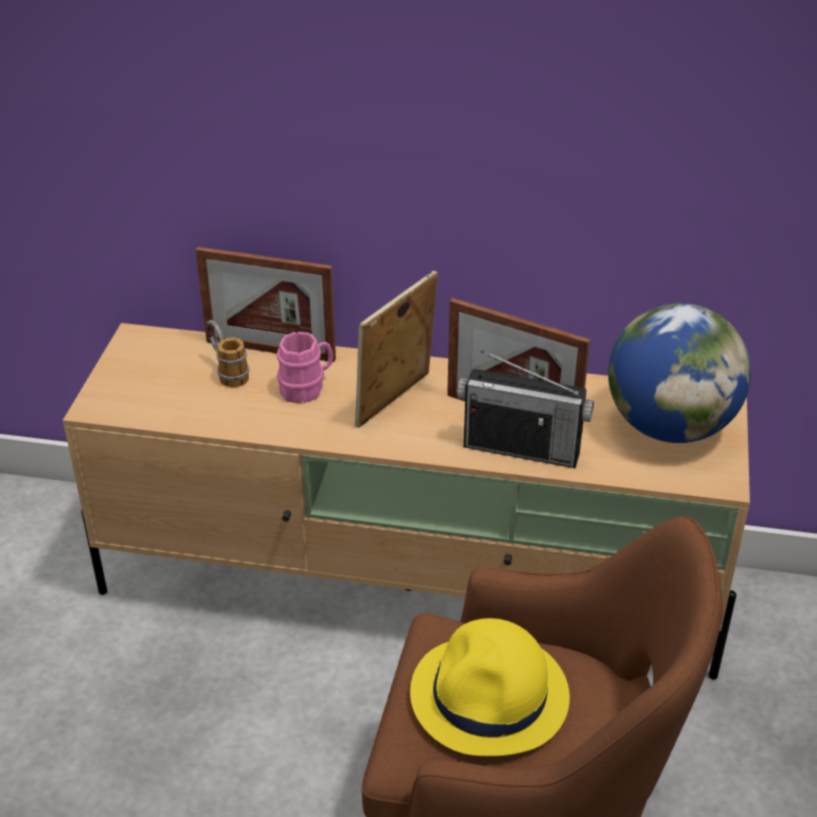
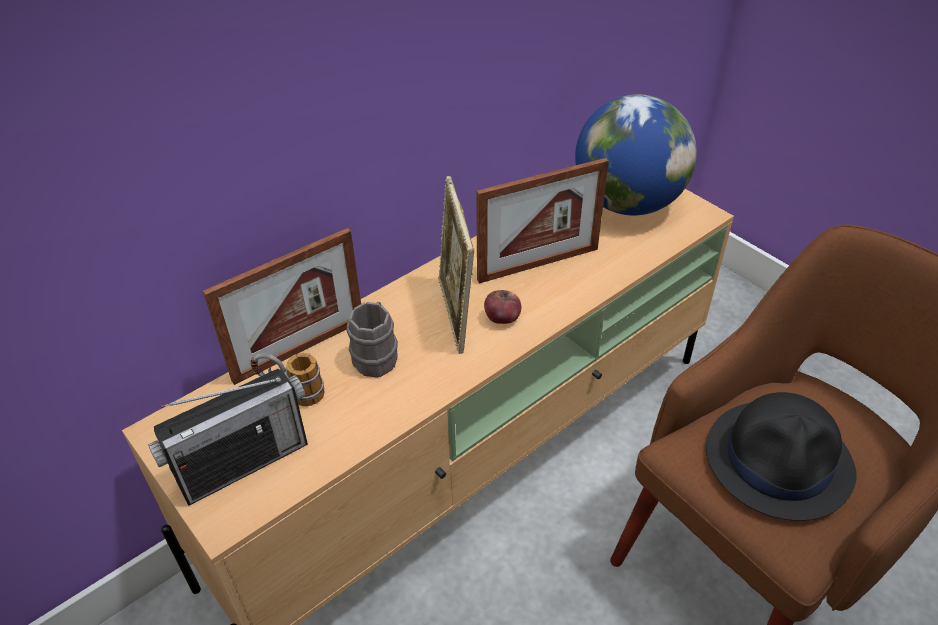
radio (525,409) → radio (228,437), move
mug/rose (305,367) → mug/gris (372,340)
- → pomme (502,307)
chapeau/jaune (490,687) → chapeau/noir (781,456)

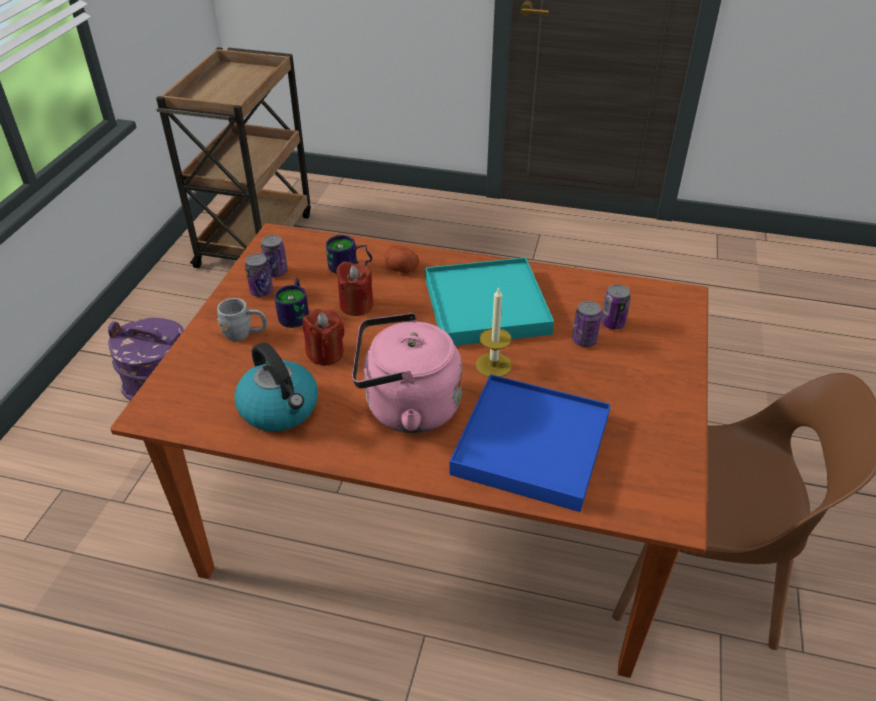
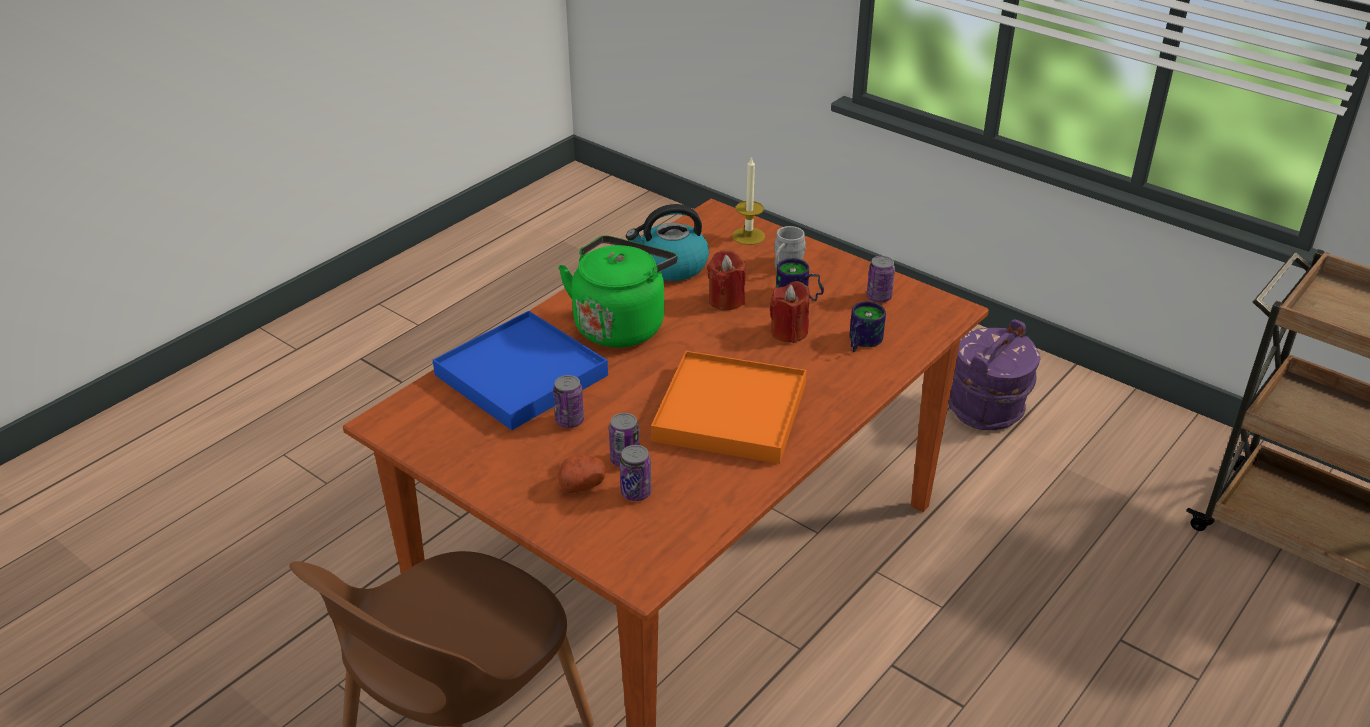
boîte métallique (259,275) → boîte métallique (568,401), move
bouilloire/rose (407,373) → bouilloire/vert (618,292)
pomme de terre (401,259) → pomme de terre (582,473), move
plateau/turquoise (489,301) → plateau/orange (729,407)
bougie (494,332) → bougie (748,200), move

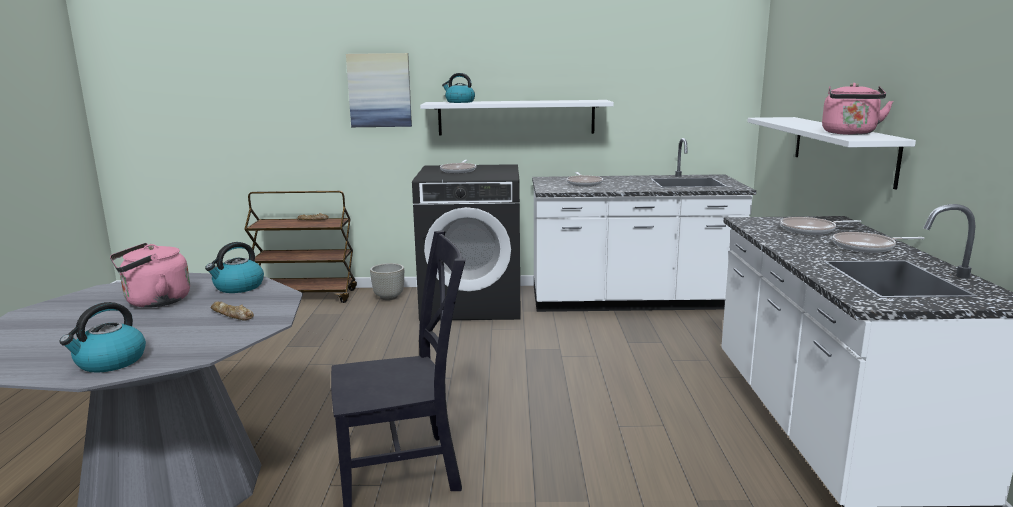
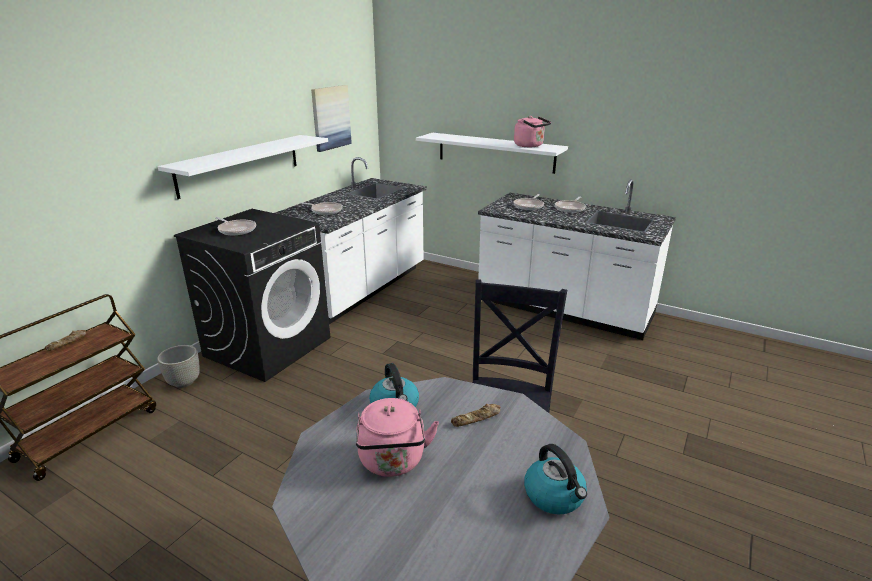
tableau (379,90) → tableau (331,118), move
bouilloire (458,88) → -

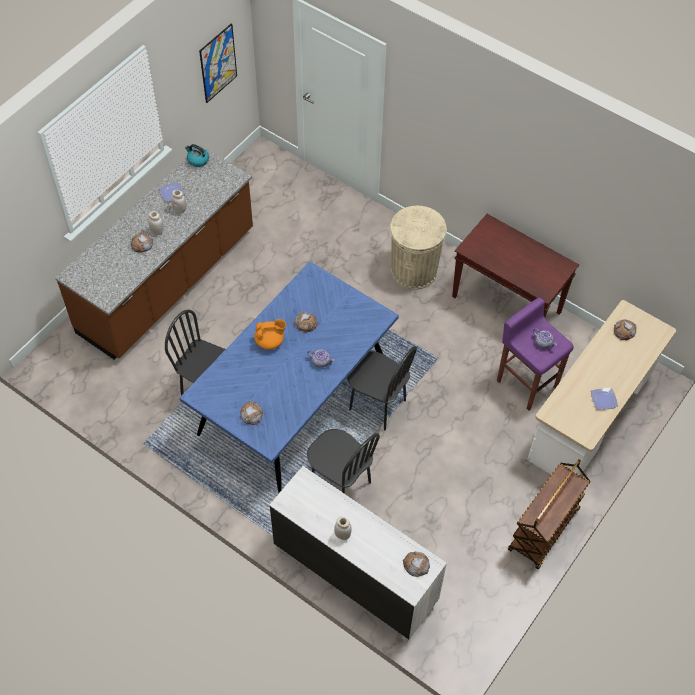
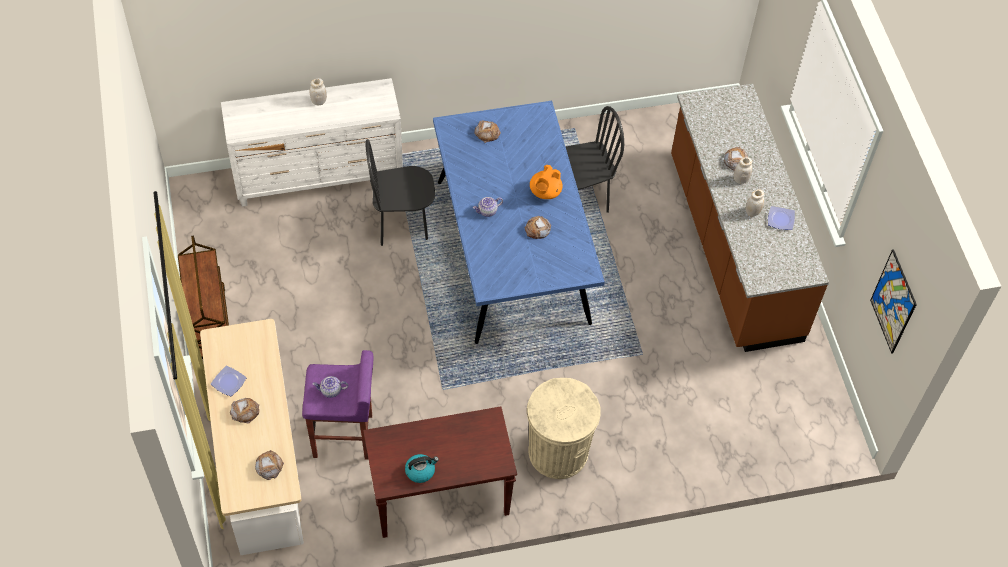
pain (416,564) → pain (244,411), move
bouilloire (197,155) → bouilloire (422,468), move
chaise/noir (382,388) → -

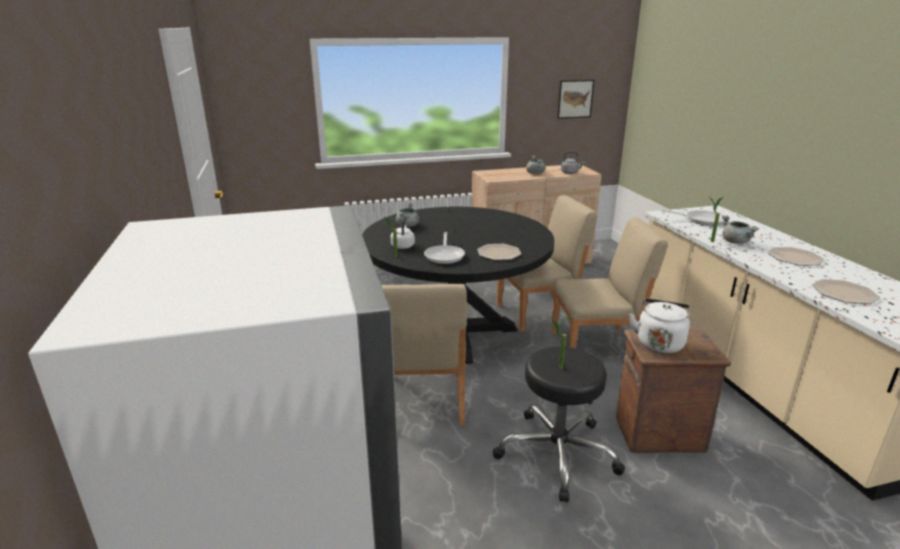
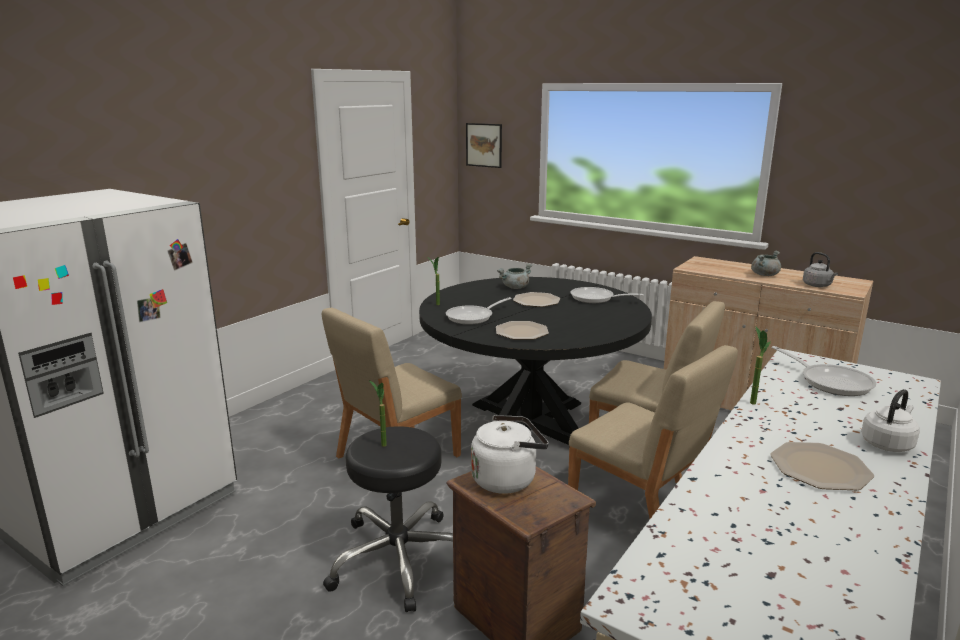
tableau (575,99) → tableau (484,145), move
assiette (846,291) → assiette (536,299), move
- → poêle (607,295)
bouilloire/blanc (403,233) → bouilloire/blanc (890,420), move
marmite/gris (740,229) → -

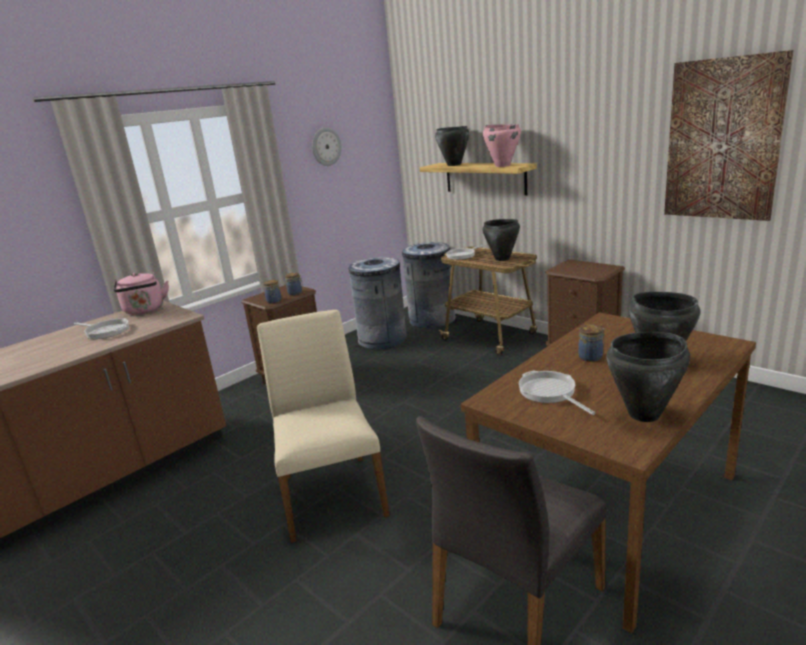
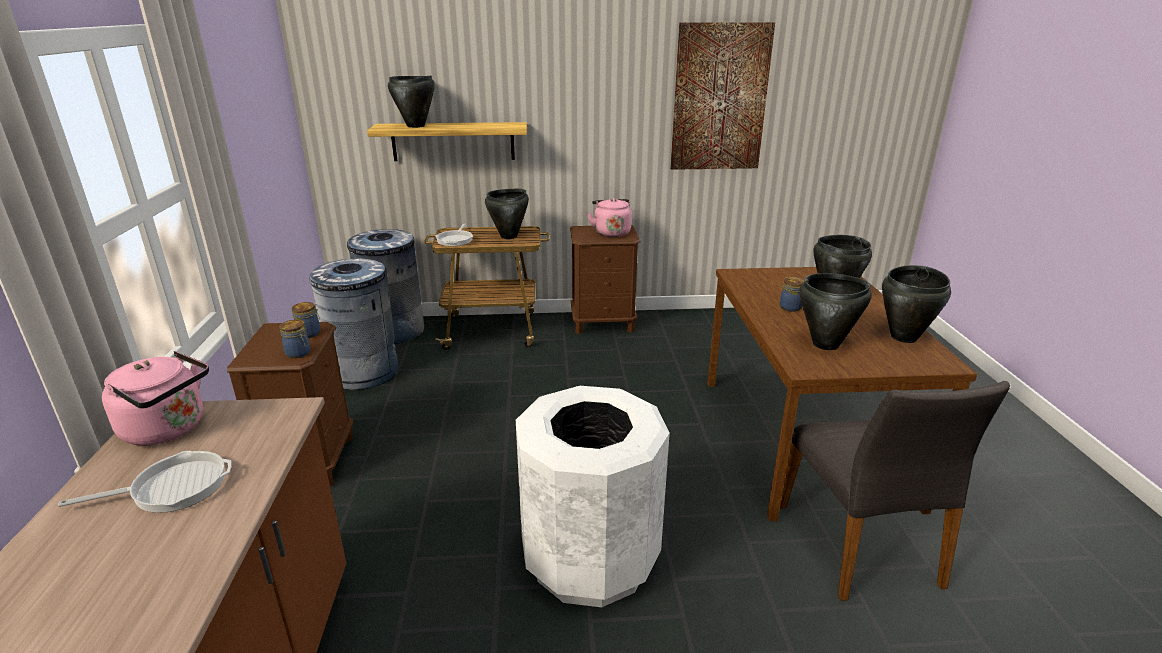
chaise/beige (323,426) → poubelle/blanc (593,496)
- → bouilloire/rose (609,217)
poêle (557,393) → marmite/noir (836,311)
horloge murale (327,146) → -
marmite/rose (502,145) → -

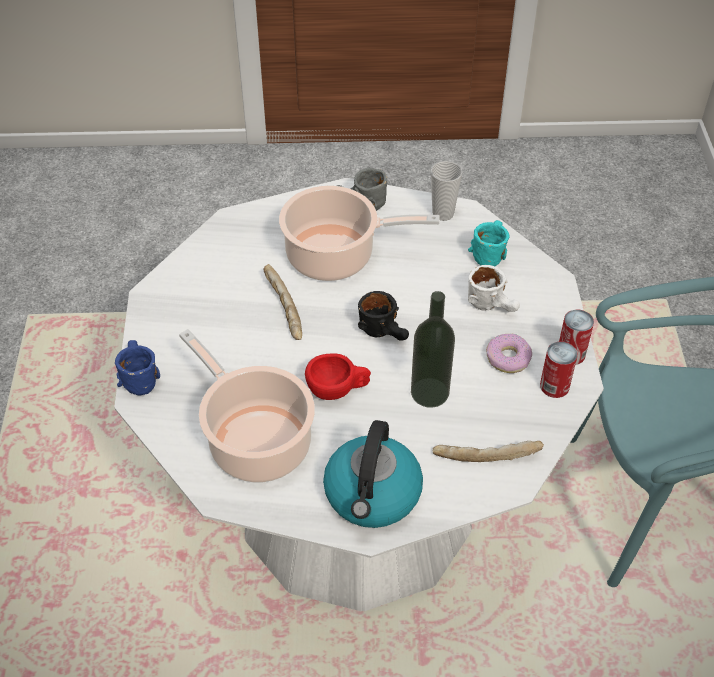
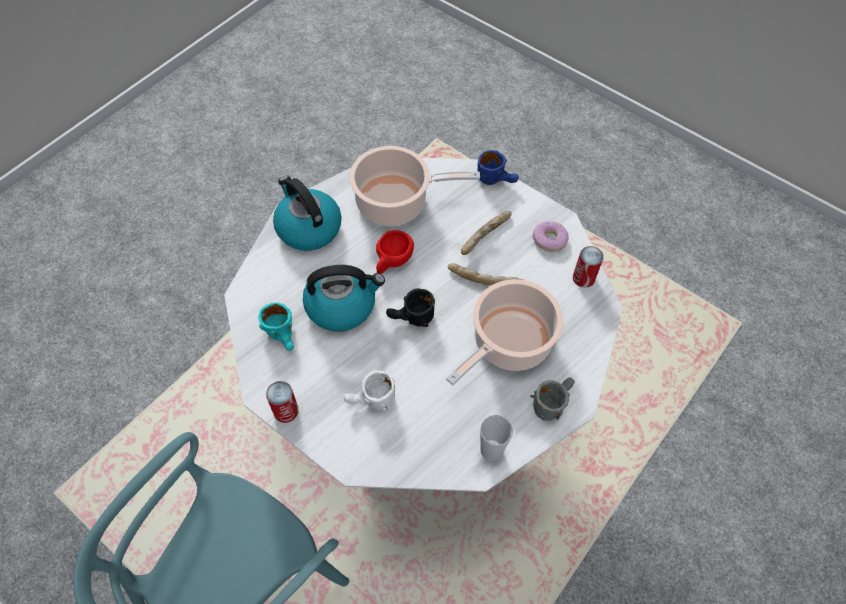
mug/turquoise (489,243) → mug/turquoise (276,326), move
bouteille (433,349) → bouilloire (344,298)
pain (488,451) → pain (486,233), move
beignet (509,353) → beignet (551,236), move
boîte métallique (559,369) → boîte métallique (588,267), move

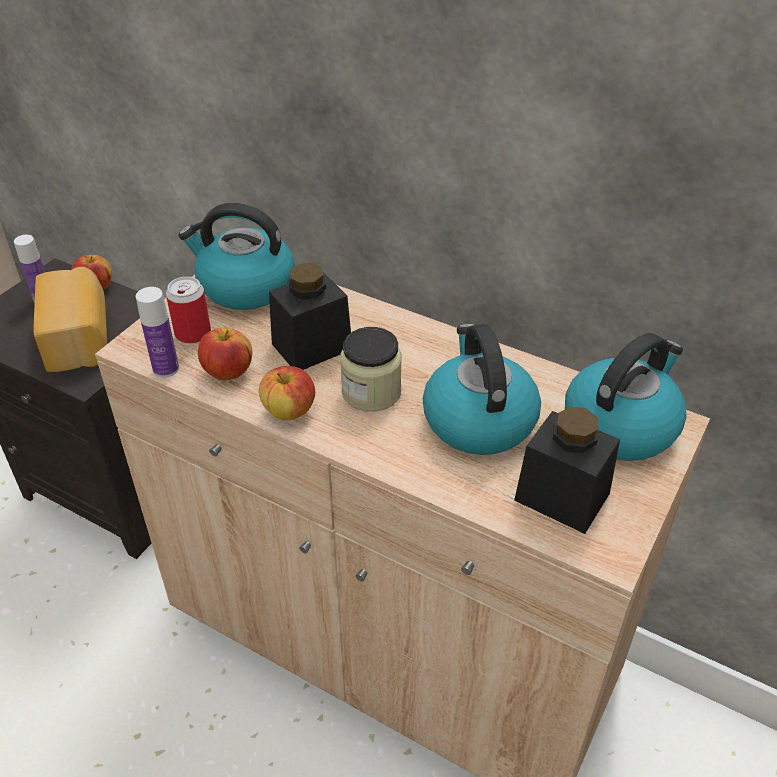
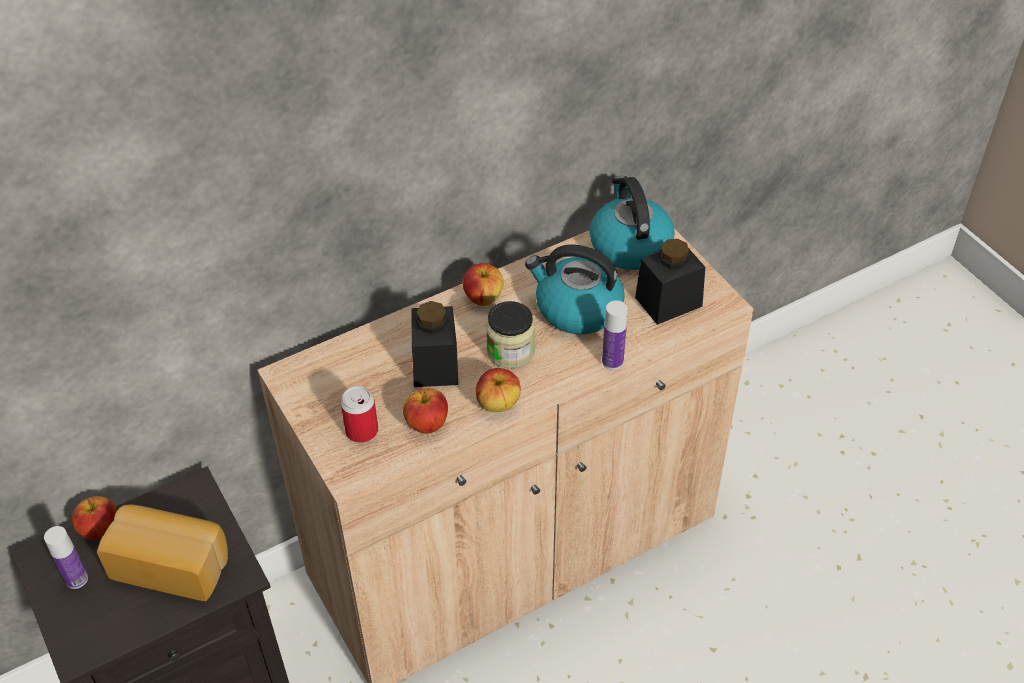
- → pomme (483,284)
bouteille (157,332) → bouteille (614,335), move
bouilloire (236,256) → -

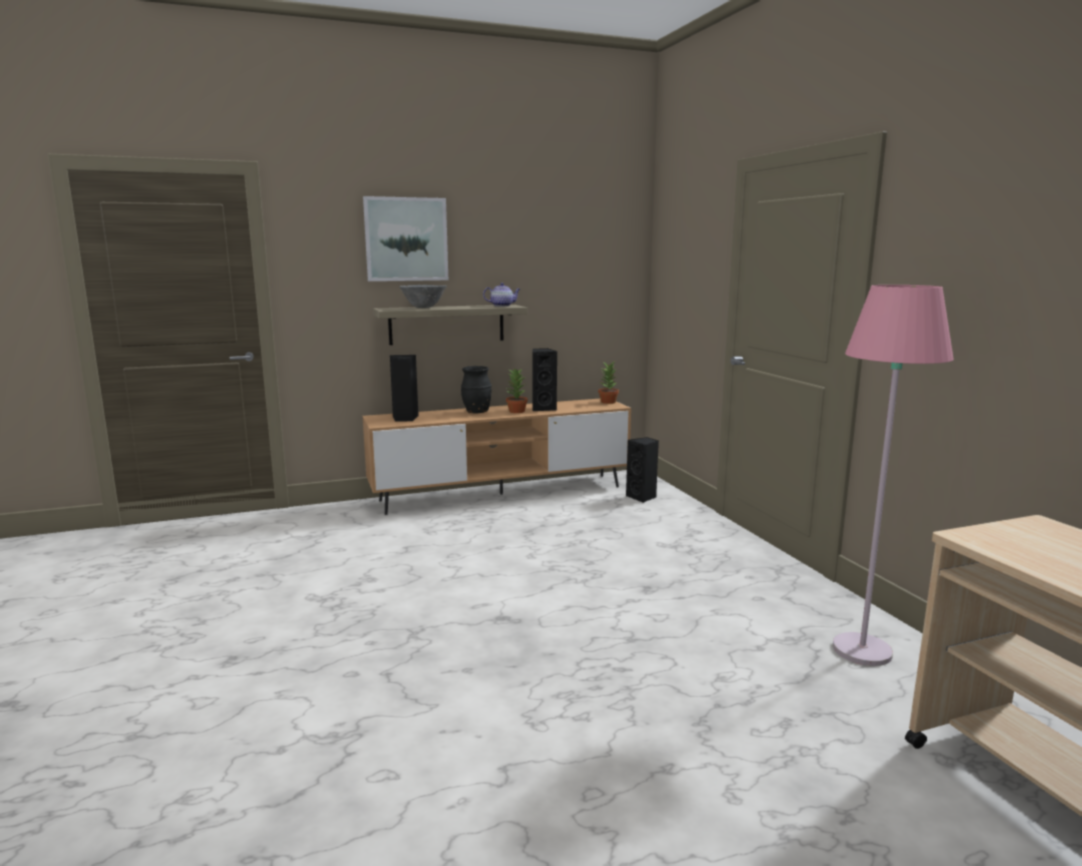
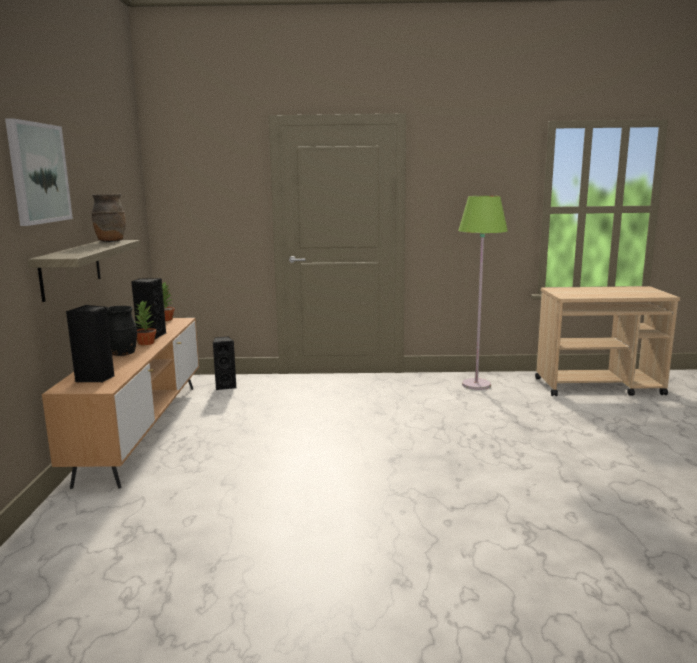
théière (501,294) → vase/marron (108,218)
lampadaire/rose (893,475) → lampadaire/vert (483,293)
bol/gris (423,296) → -

